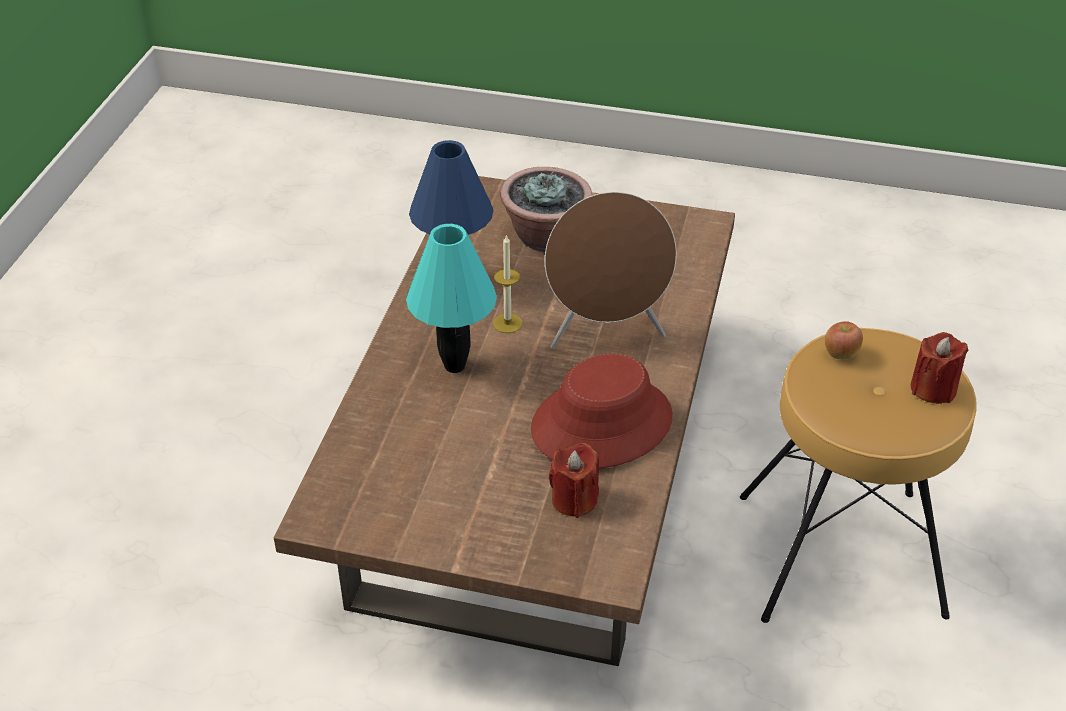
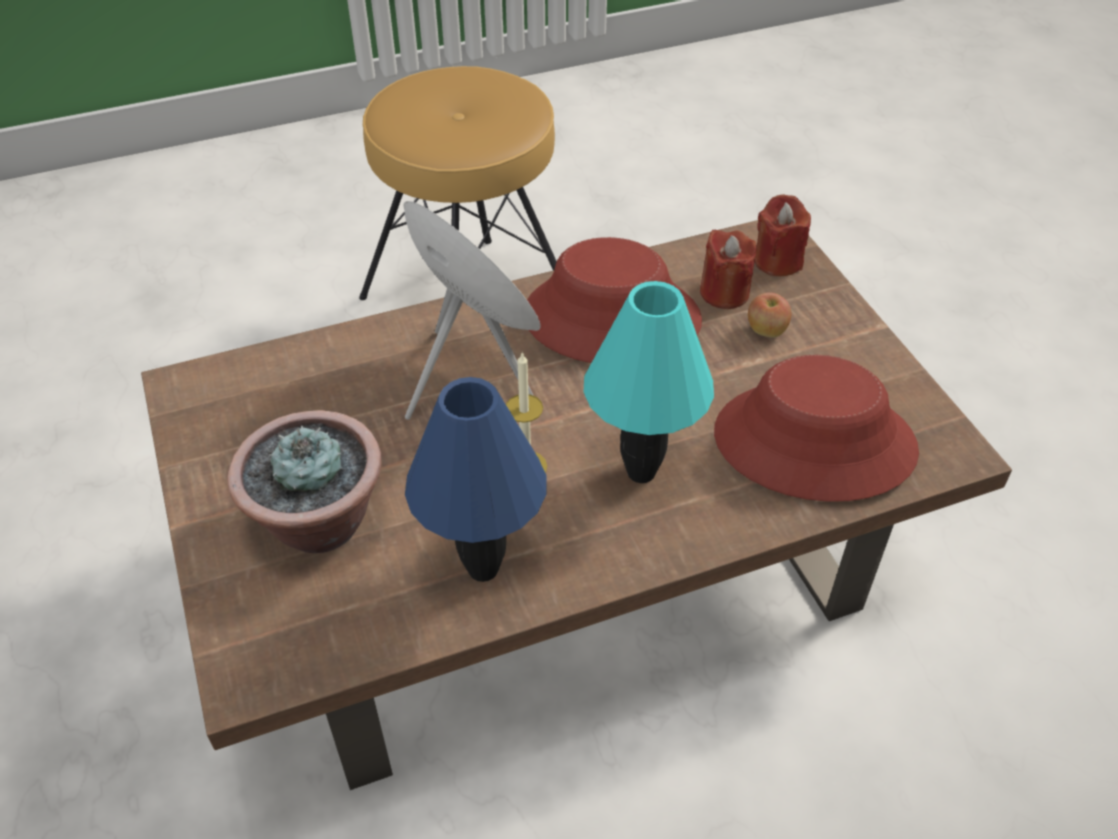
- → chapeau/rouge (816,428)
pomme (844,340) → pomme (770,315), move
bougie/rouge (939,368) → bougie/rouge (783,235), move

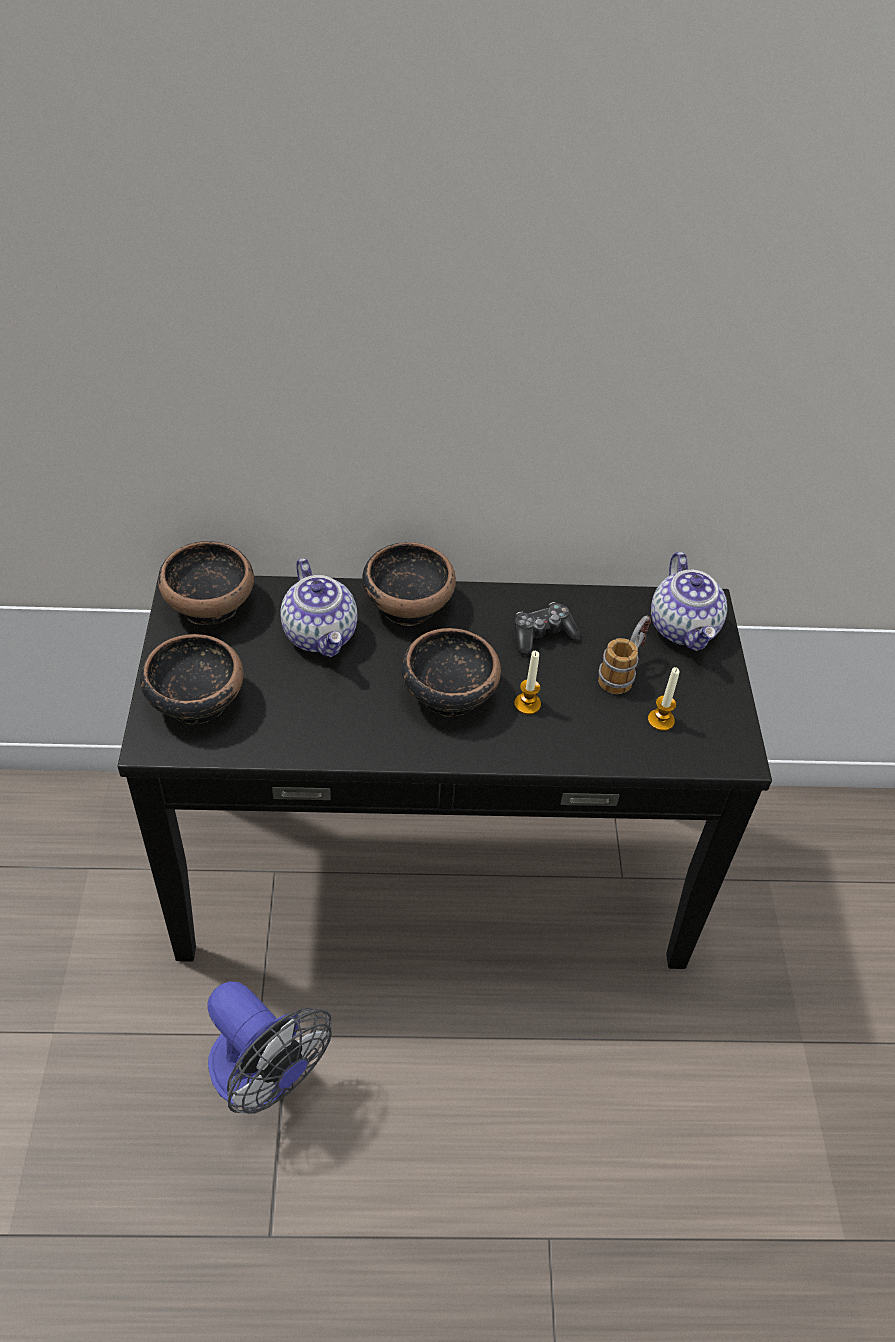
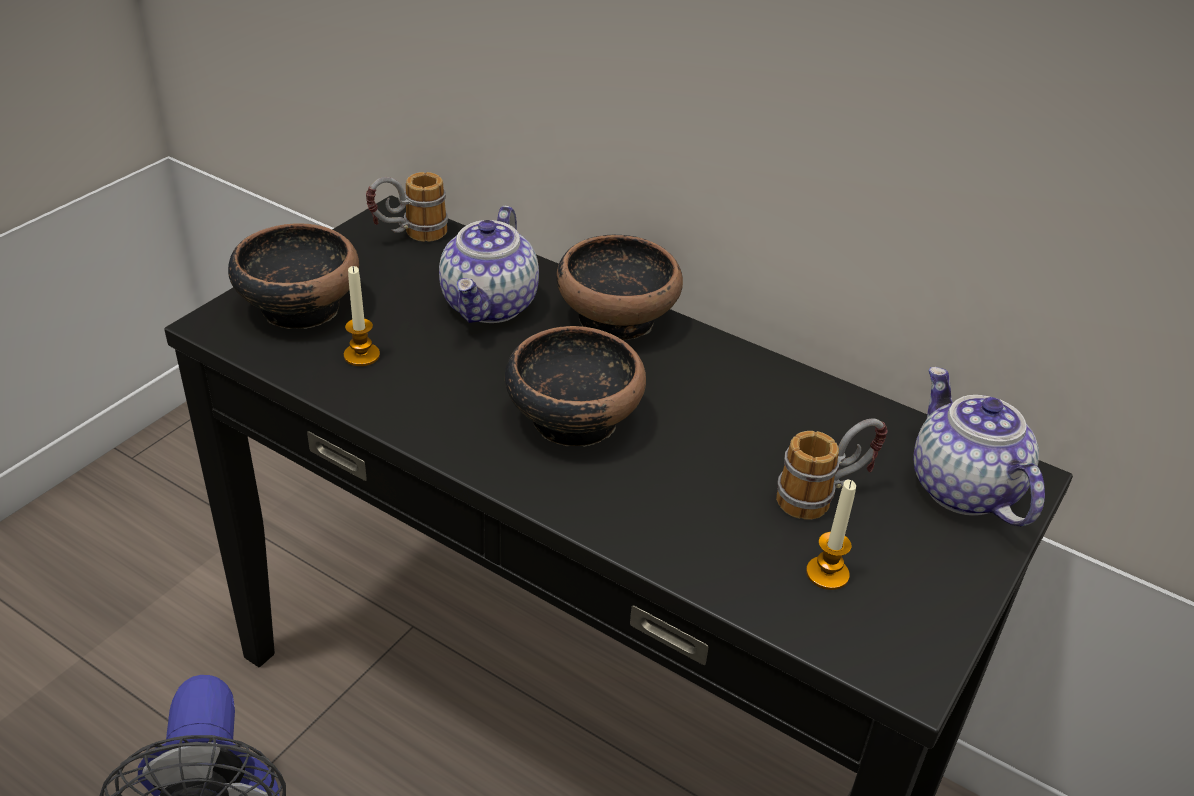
bougie (527,683) → bougie (362,316), move
bol (206,583) → mug (407,207)
théière (689,601) → théière (979,447), 135 degrees clockwise
manette (547,628) → -

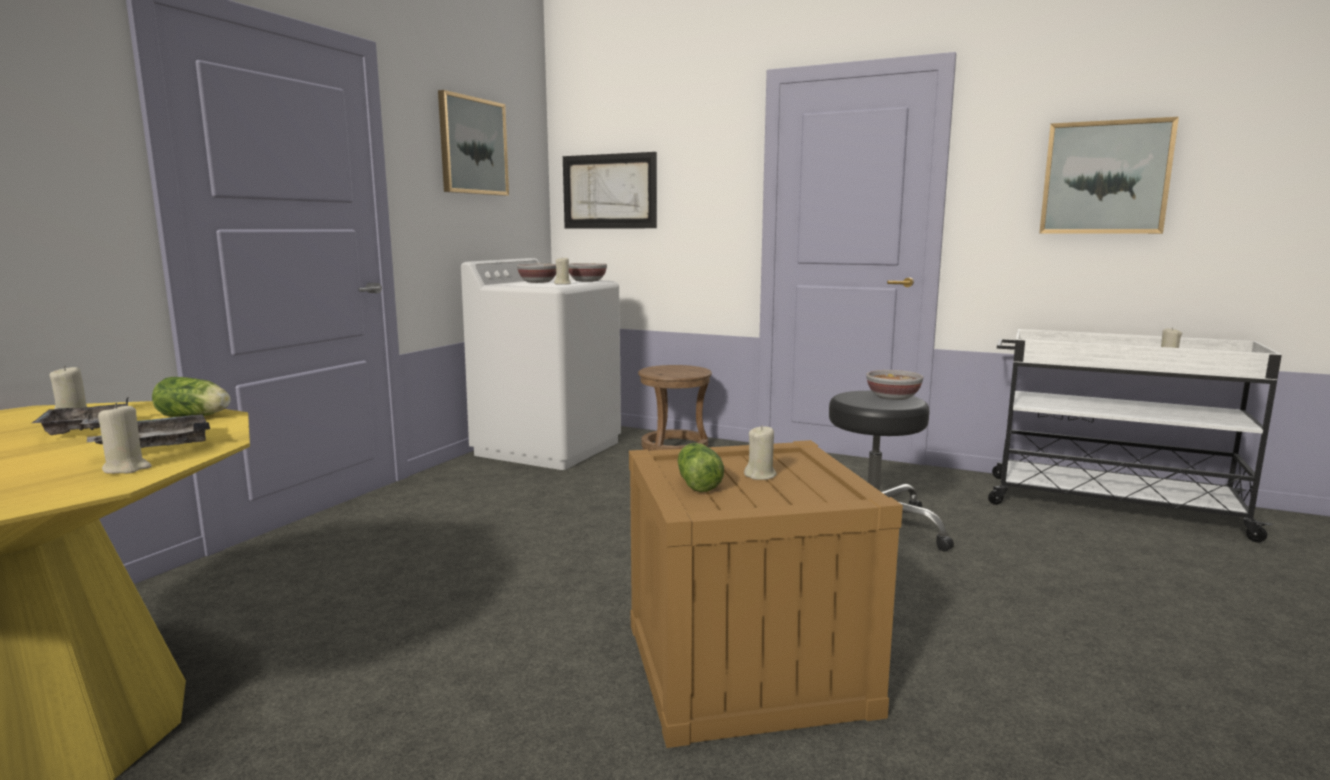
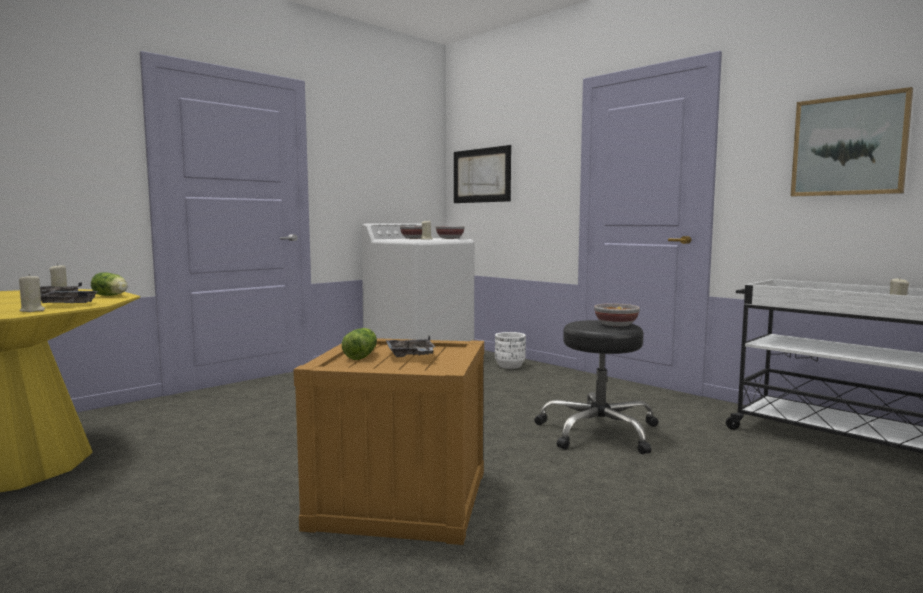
bougie/beige (760,452) → plateau/gris (410,346)
tabouret/marron (675,408) → cache-pot/blanc (510,350)
tableau (473,143) → -

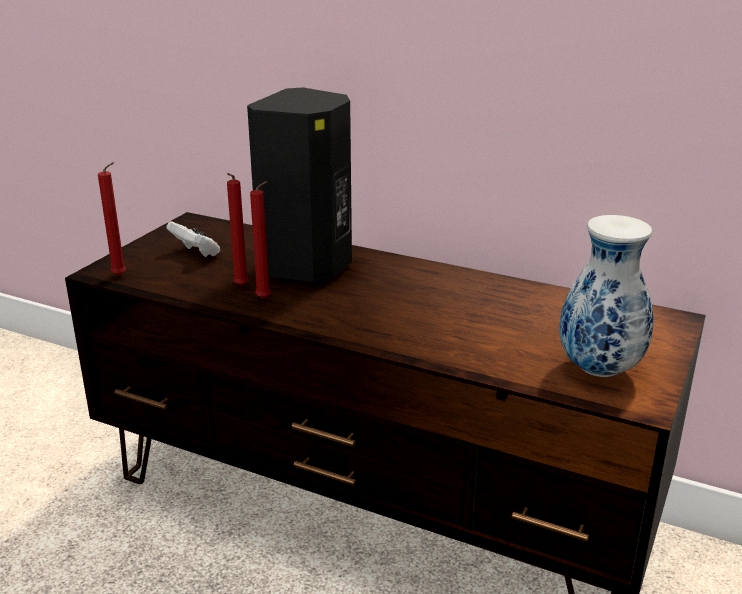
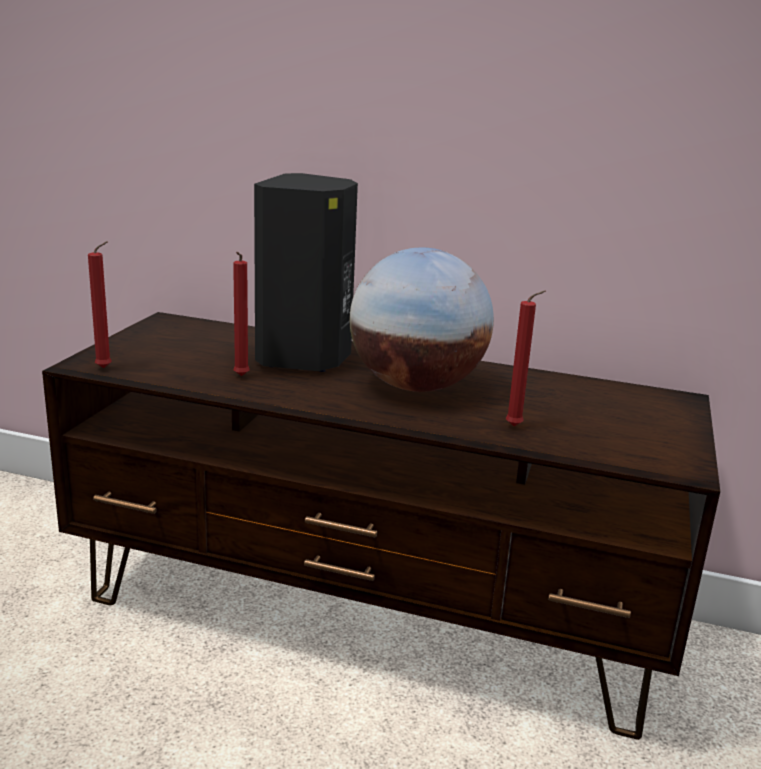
- → globe (422,319)
bougie/rouge (260,240) → bougie/rouge (526,358), move
manette/blanc (193,239) → -
vase (606,296) → -

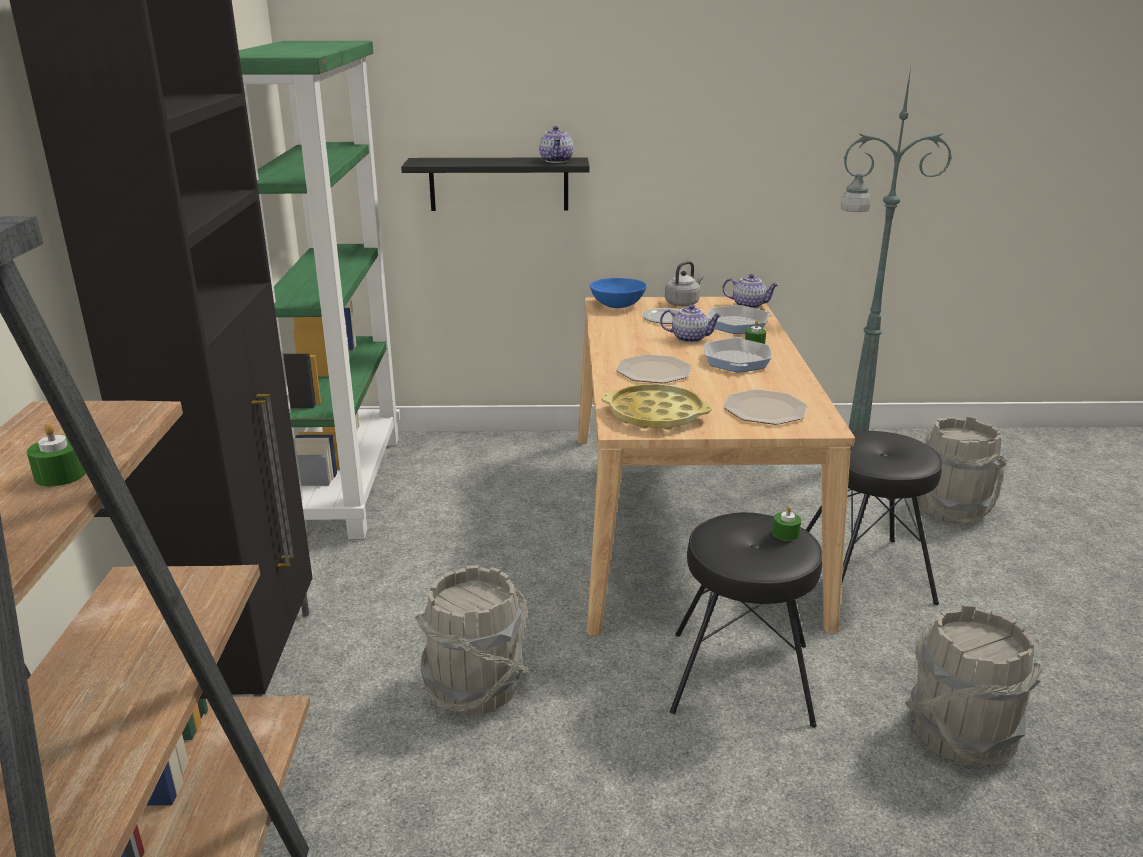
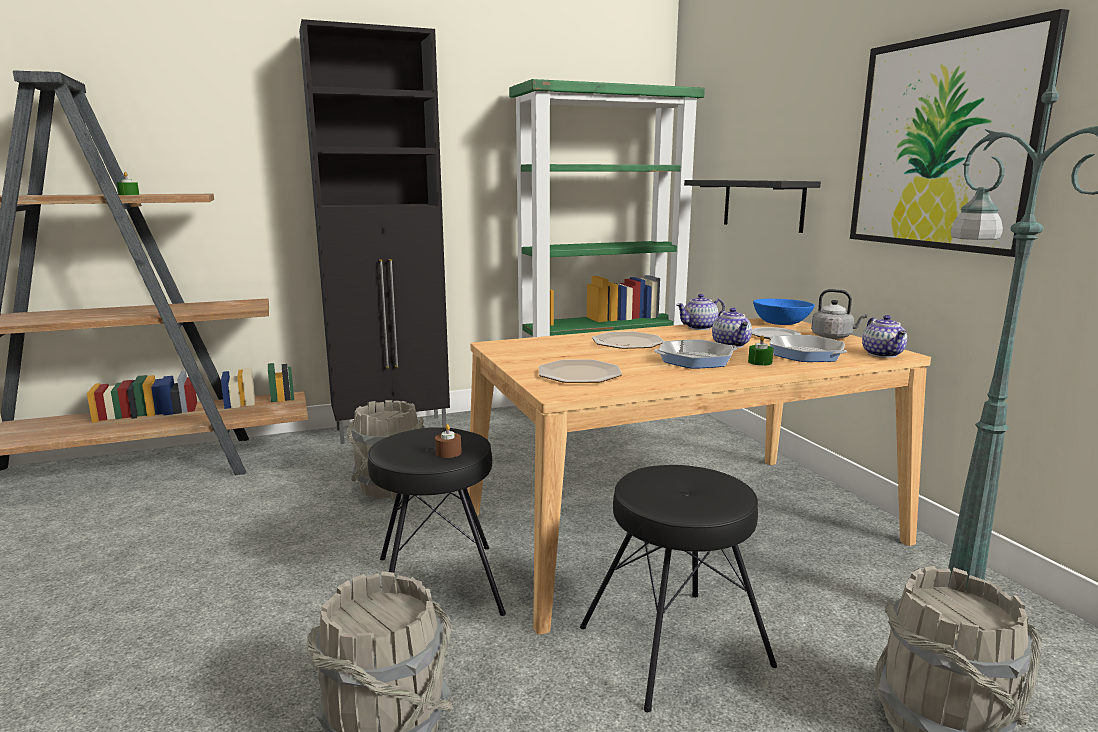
bougie/vert (787,523) → bougie/marron (448,441)
théière (556,144) → théière (700,312), move
- → tableau (959,133)
plateau/jaune (657,407) → -

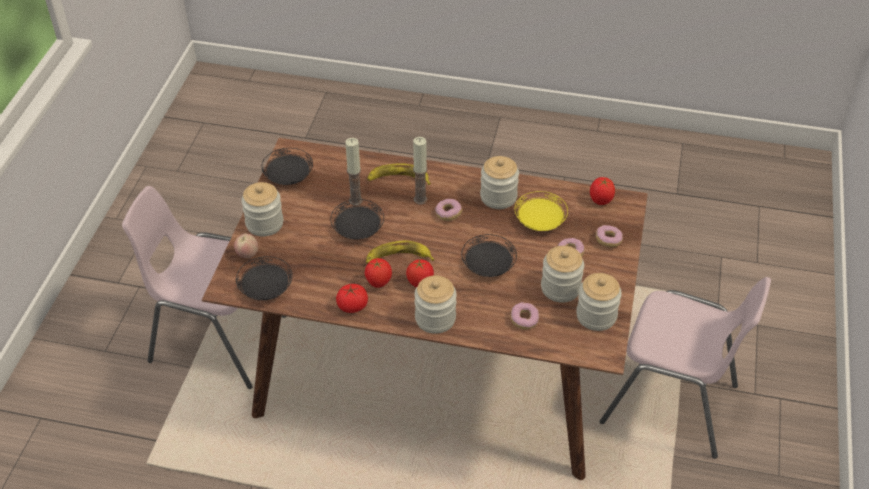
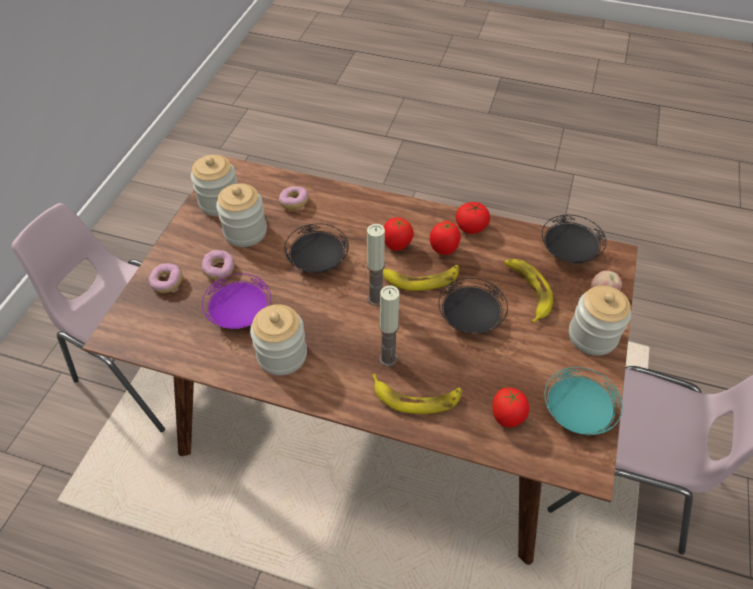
assiette/jaune (541,211) → assiette/violet (236,301)
bougie (354,171) → bougie (375,265), move
tomate (602,191) → tomate (510,408), move
- → banane (528,291)
assiette/noir (287,166) → assiette/turquoise (583,401)
bocal (435,304) → -
beignet (448,210) → -

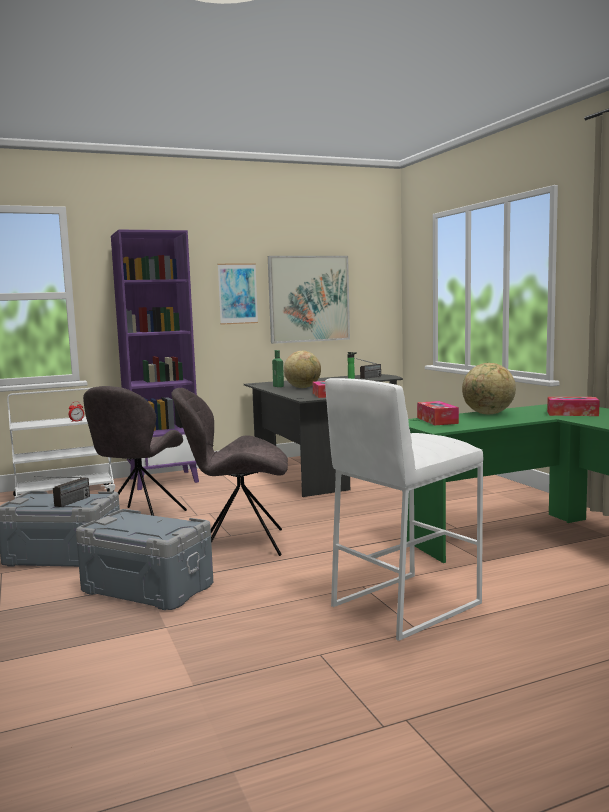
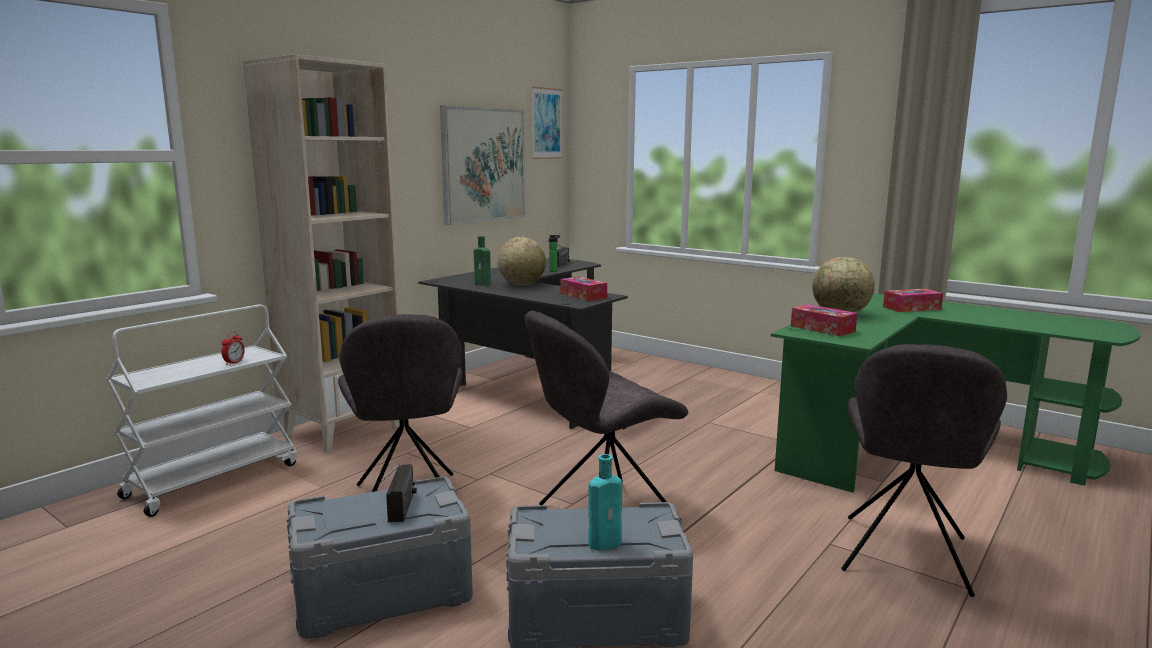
bibliothèque/violet (155,360) → bibliothèque/beige (321,253)
tableau (238,294) → tableau (547,123), move
- → bouteille/turquoise (605,502)
tabouret/blanc (404,509) → chaise/gris (924,470)

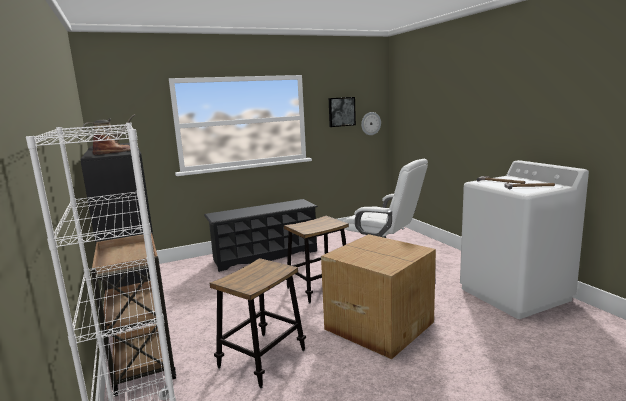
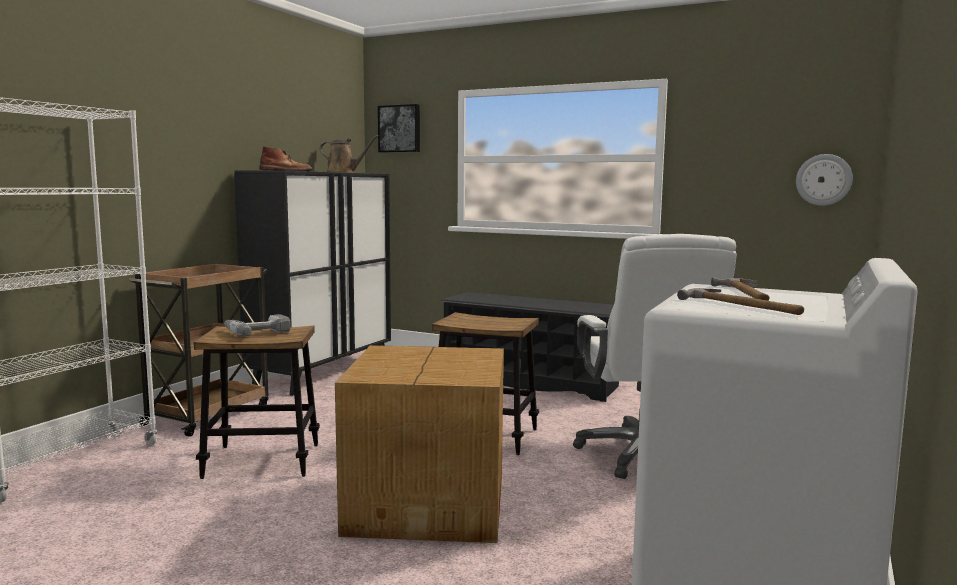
- → perceuse (257,325)
tableau (342,112) → tableau (399,128), move

